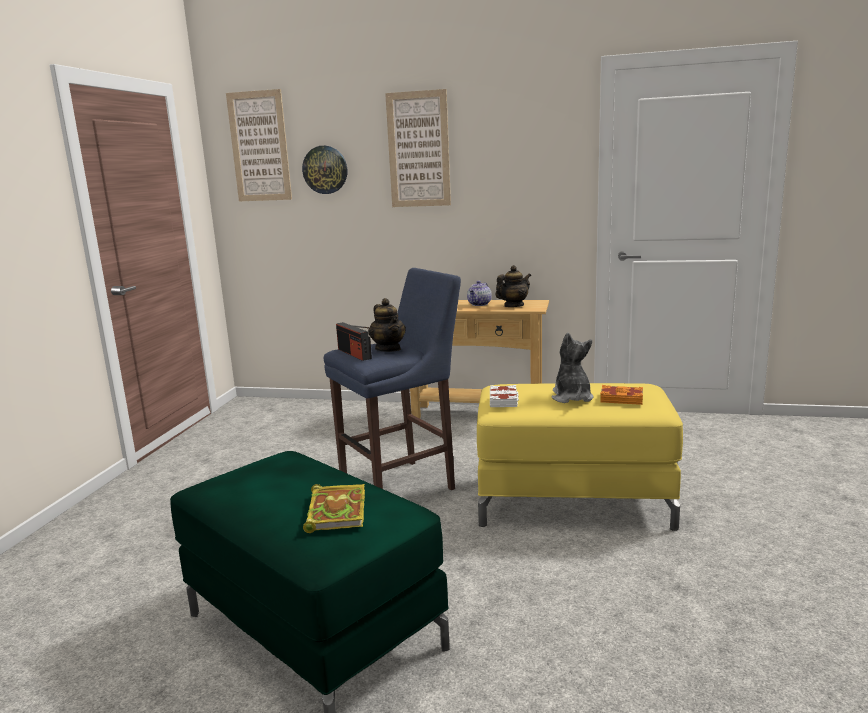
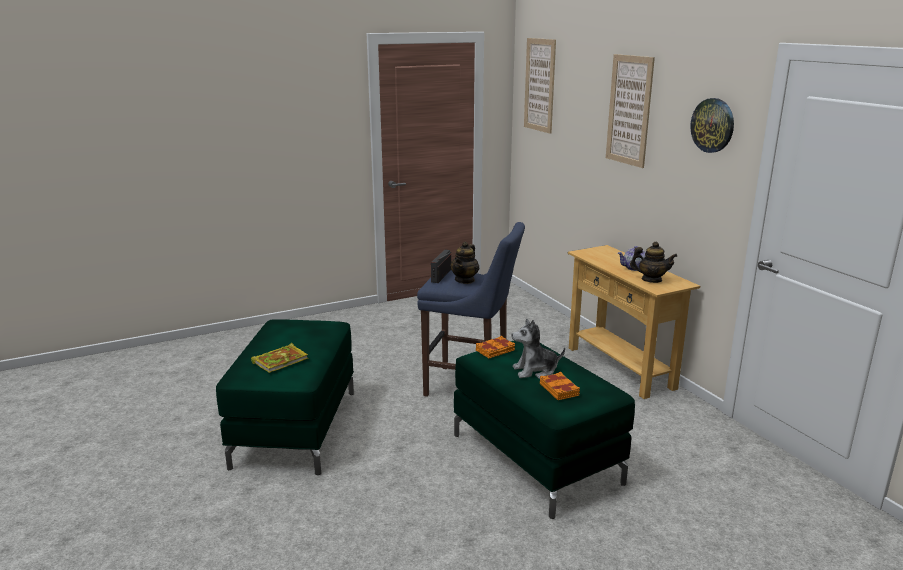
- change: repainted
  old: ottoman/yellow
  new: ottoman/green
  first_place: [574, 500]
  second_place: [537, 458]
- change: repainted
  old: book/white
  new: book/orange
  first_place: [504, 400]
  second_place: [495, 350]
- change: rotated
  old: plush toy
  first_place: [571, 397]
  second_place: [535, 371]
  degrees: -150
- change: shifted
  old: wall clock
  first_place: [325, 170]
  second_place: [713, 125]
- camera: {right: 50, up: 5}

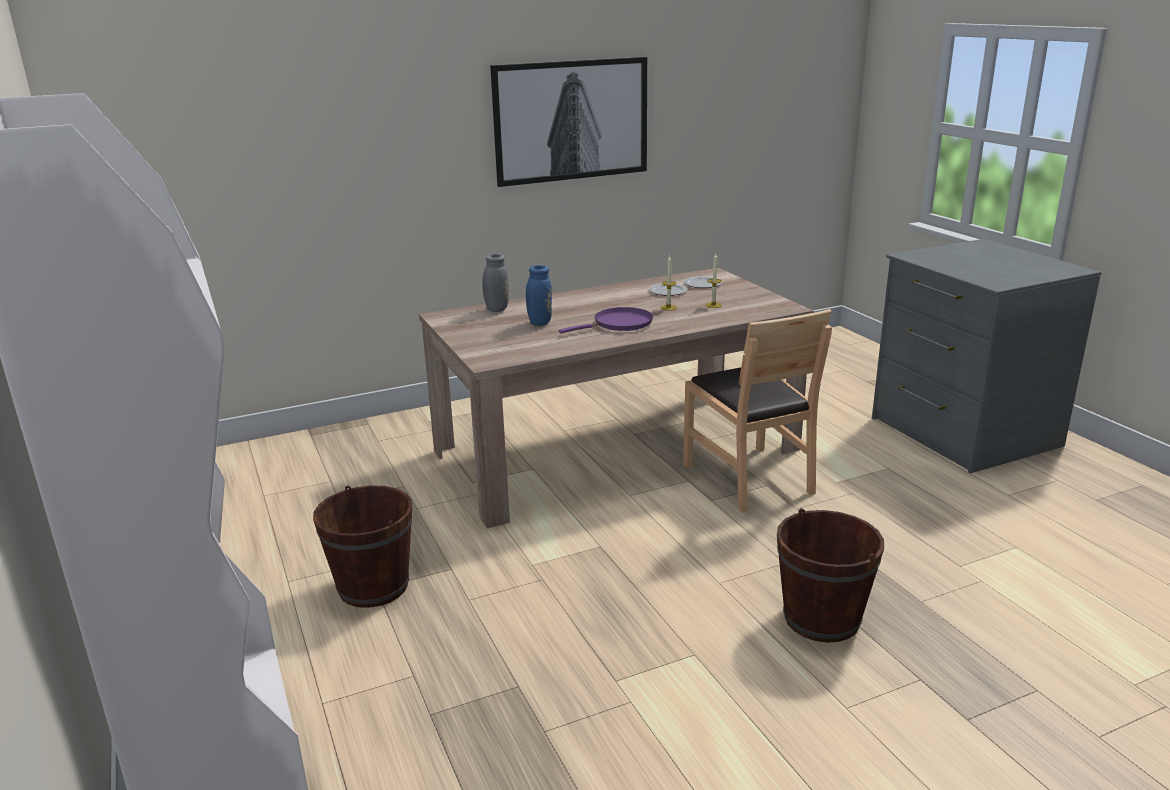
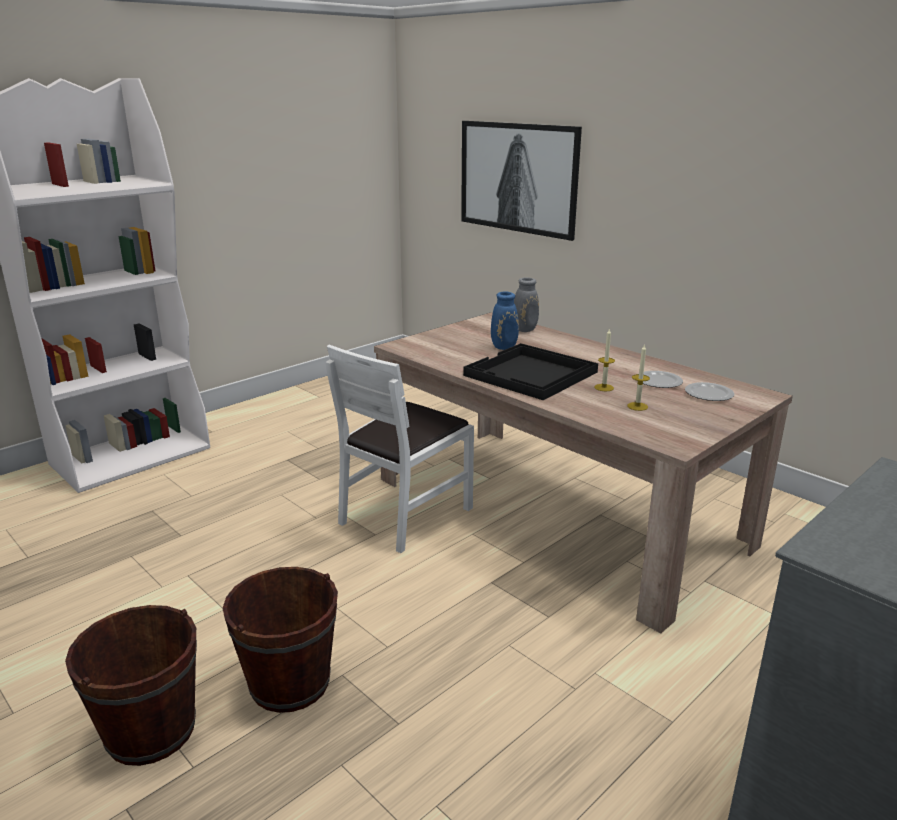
- change: shifted
  old: bucket/brown
  first_place: [373, 587]
  second_place: [151, 731]
- change: new
  new: chair/white
  second_place: [405, 514]
- change: shifted
  old: picture
  first_place: [572, 120]
  second_place: [517, 178]
- change: swapped
  old: frying pan/purple
  new: tray/black
  first_place: [619, 324]
  second_place: [531, 374]
- change: gone
  old: chair/brown
  first_place: [748, 478]
- camera: {right: 70, up: 0}

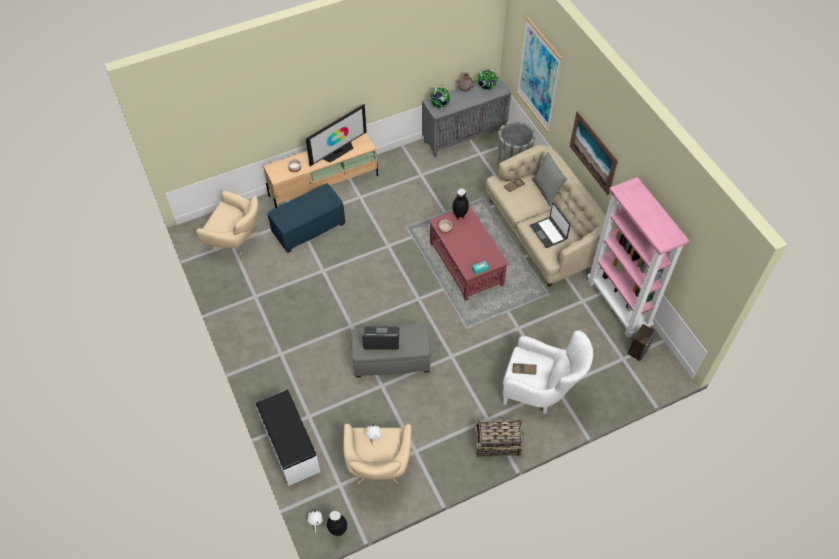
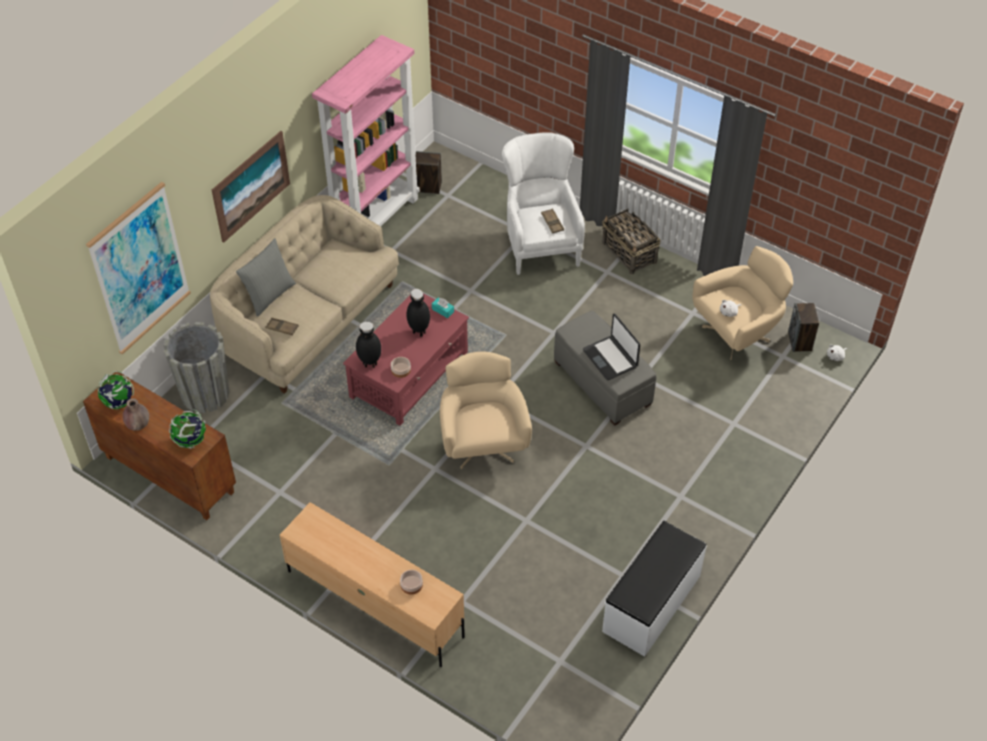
- change: repainted
  old: cabinet/grey
  new: cabinet/brown
  first_place: [464, 136]
  second_place: [168, 475]
- change: shifted
  old: vase/black
  first_place: [338, 531]
  second_place: [418, 331]
- change: shifted
  old: armchair/beige
  first_place: [237, 242]
  second_place: [483, 443]
- change: shifted
  old: bench/white
  first_place: [289, 446]
  second_place: [652, 604]
- change: new
  new: speaker
  second_place: [800, 341]
- change: gone
  old: ottoman/blue
  first_place: [308, 228]
- change: gone
  old: television
  first_place: [338, 151]
- change: gone
  old: laptop
  first_place: [548, 232]
- camera: {right: -120, up: -5}

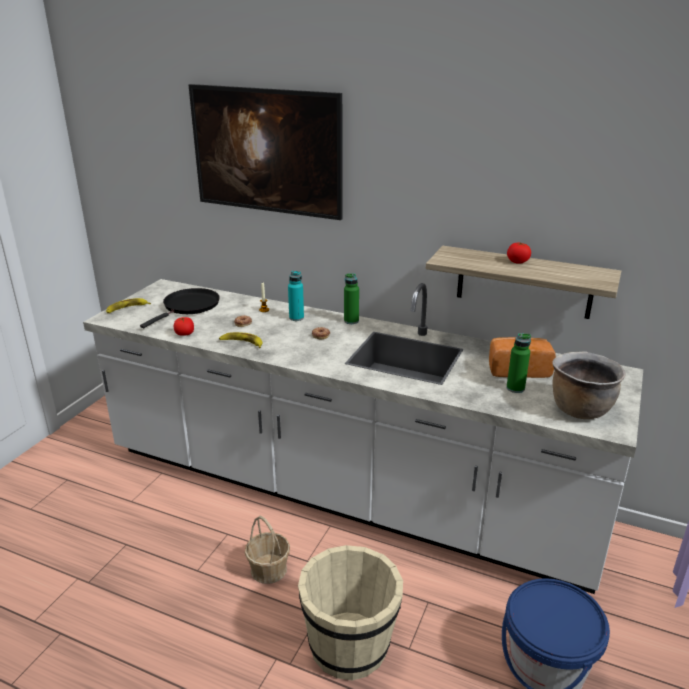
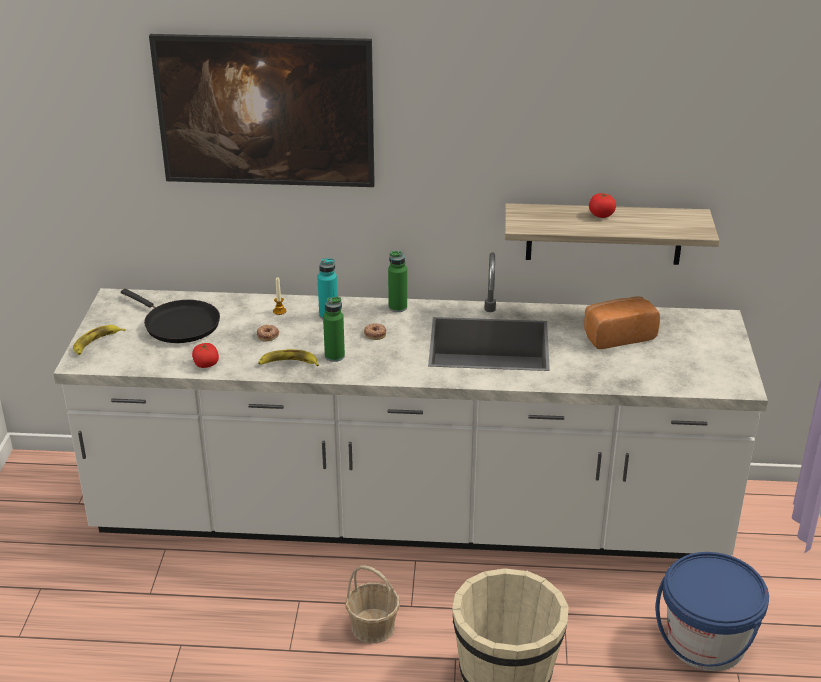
- change: rotated
  old: frying pan/black
  first_place: [189, 307]
  second_place: [178, 324]
  degrees: 120
- change: shifted
  old: bottle/green
  first_place: [515, 388]
  second_place: [334, 356]
- change: gone
  old: cooking pot/brown
  first_place: [580, 409]
- camera: {right: -20, up: 5}

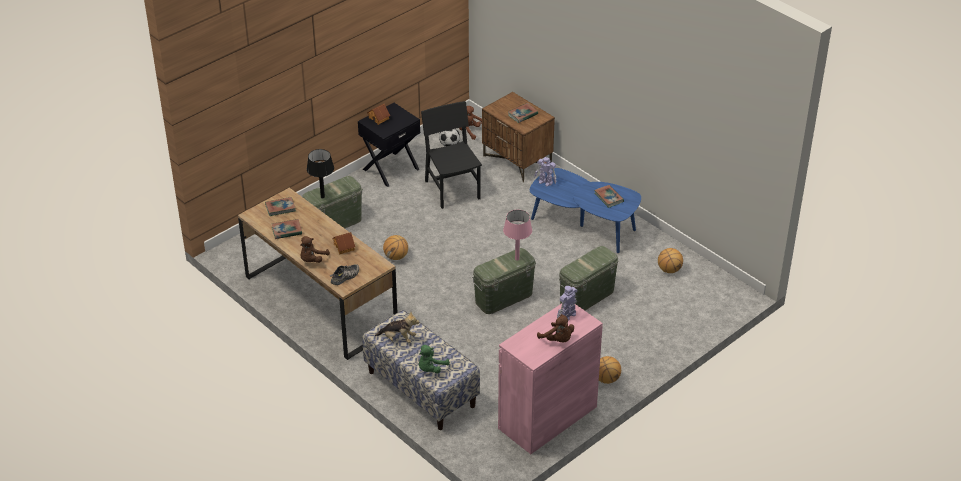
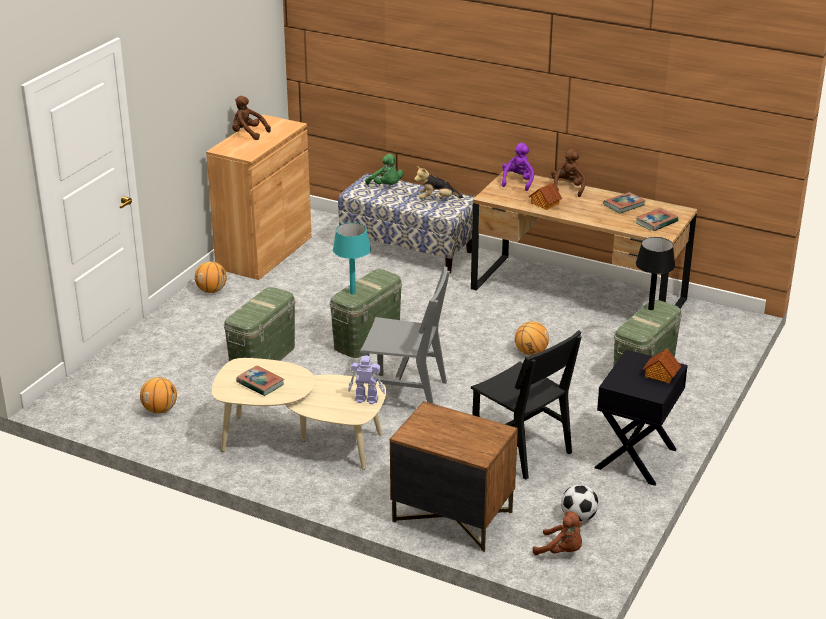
- change: repainted
  old: cabinet/pink
  new: cabinet/brown
  first_place: [547, 417]
  second_place: [264, 252]
- change: repainted
  old: coffee table/blue
  new: coffee table/beige
  first_place: [583, 225]
  second_place: [300, 441]
- change: repainted
  old: table lamp/pink
  new: table lamp/turquoise
  first_place: [517, 259]
  second_place: [353, 293]
- change: new
  new: chair/grey
  second_place: [406, 394]
- change: rotated
  old: plush toy/green
  first_place: [431, 369]
  second_place: [386, 186]
  degrees: 120
- change: swapped
  old: shoe
  new: plush toy/purple
  first_place: [345, 277]
  second_place: [518, 182]
- change: gone
  old: book
  first_place: [522, 115]
- change: gone
  old: toy robot
  first_place: [567, 315]
- camera: {right: 160, up: -10}

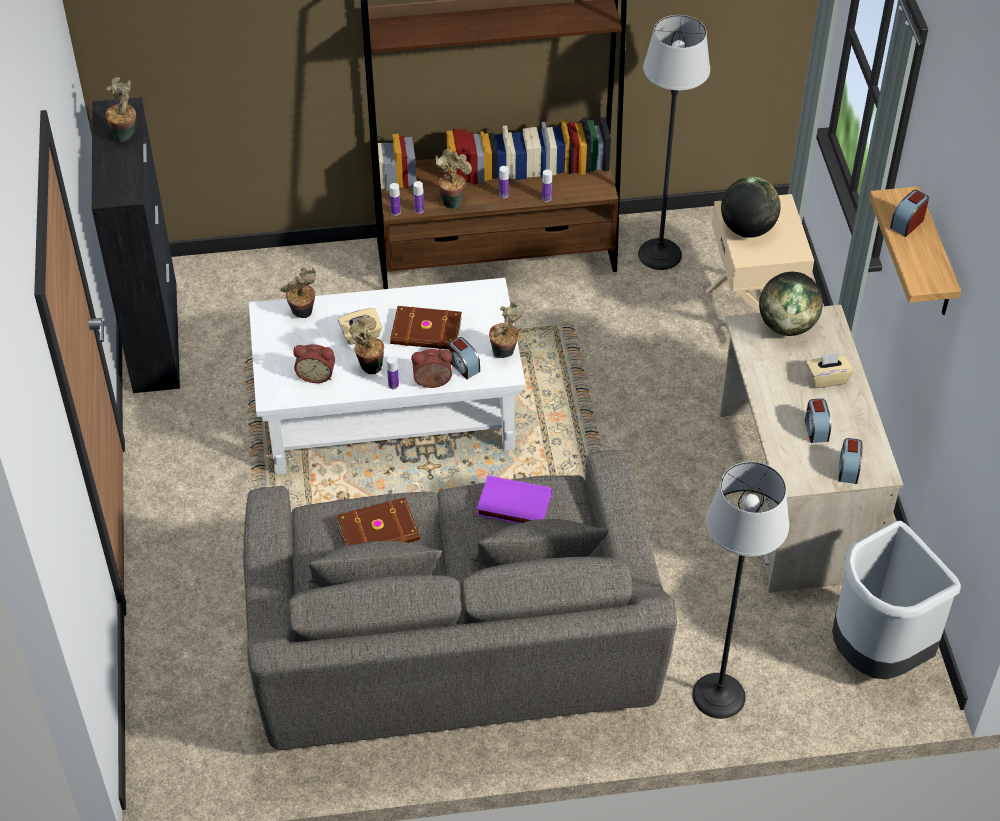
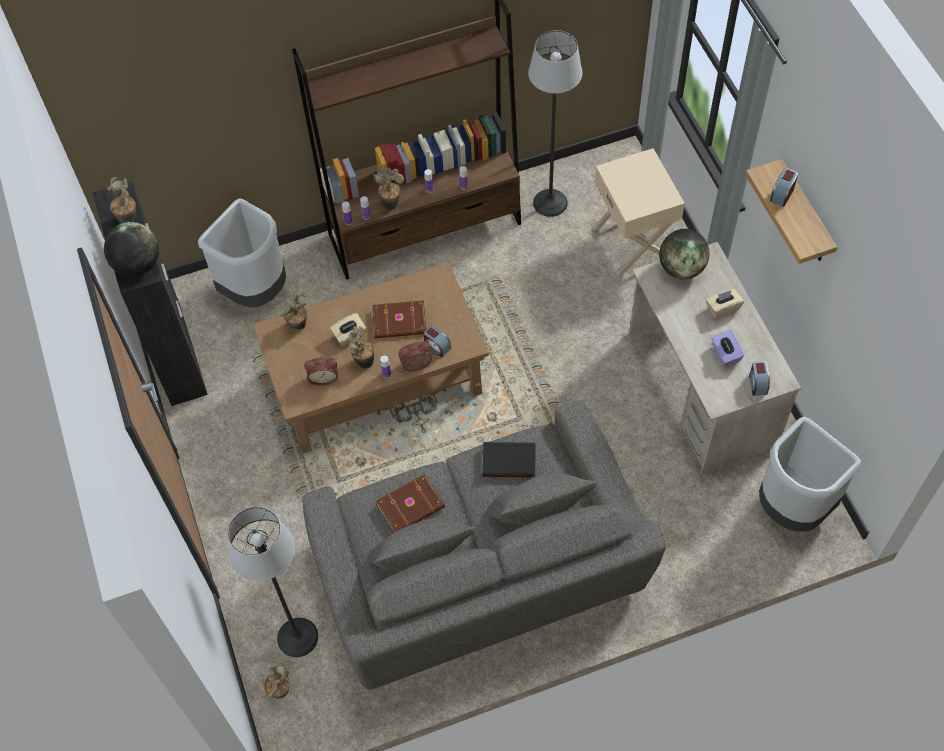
- change: shifted
  old: globe
  first_place: [747, 229]
  second_place: [138, 265]
- change: new
  new: trash can/grey
  second_place: [256, 291]
- change: shifted
  old: floor lamp
  first_place: [718, 695]
  second_place: [297, 637]
- change: repainted
  old: coffee table/white
  new: coffee table/brown
  first_place: [388, 411]
  second_place: [376, 381]
- change: shifted
  old: potted plant
  first_place: [504, 354]
  second_place: [281, 692]
- change: repainted
  old: book/purple
  new: book/black
  first_place: [513, 506]
  second_place: [508, 462]
- change: swapped
  old: alarm clock
  new: tissue box/purple
  first_place: [816, 429]
  second_place: [725, 354]
- camera: {right: -10, up: 10}

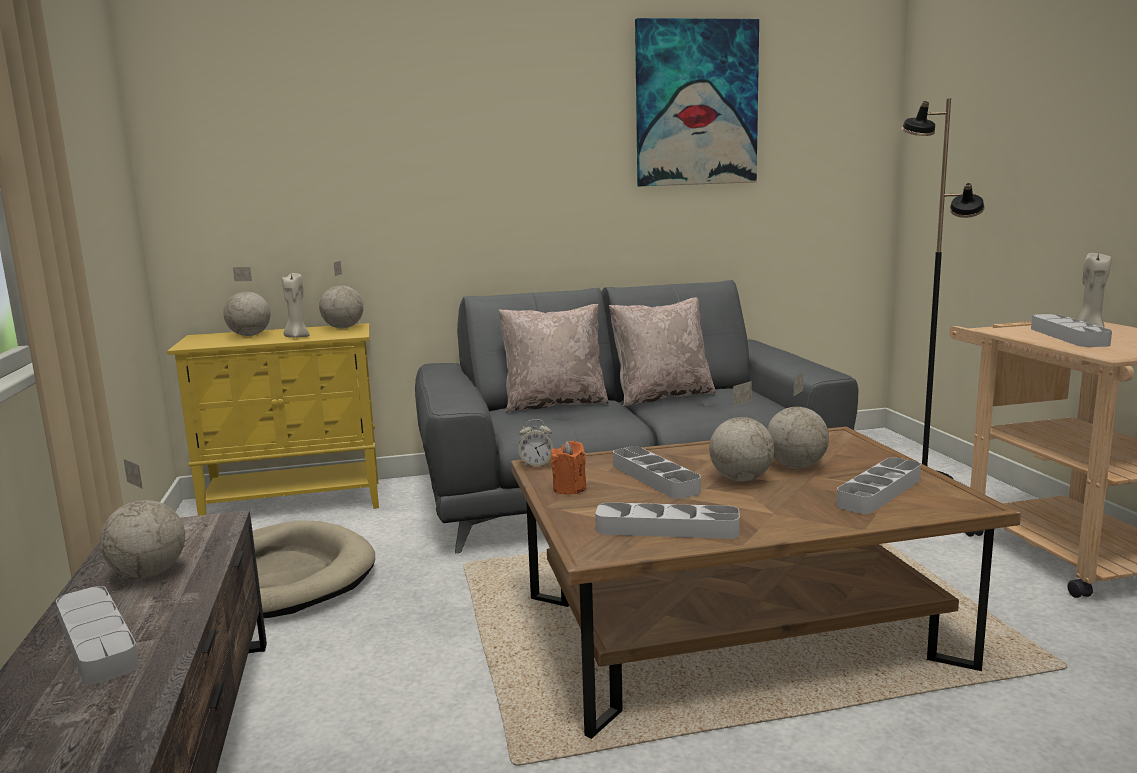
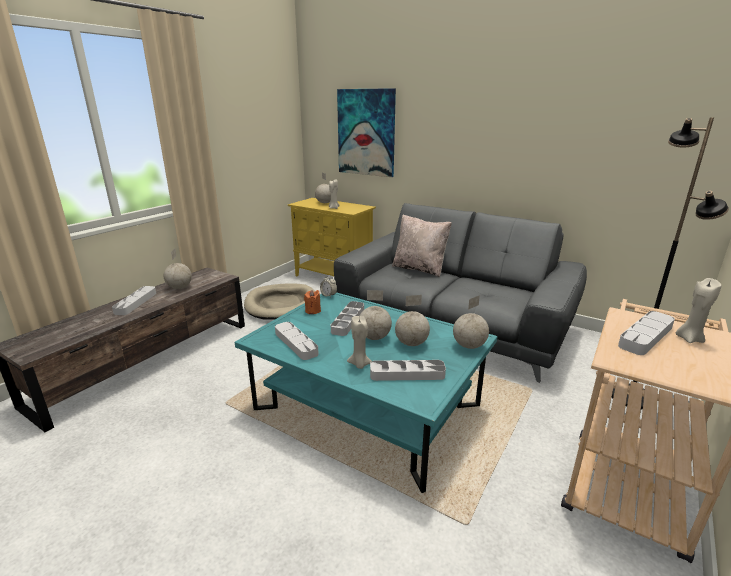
- change: repainted
  old: coffee table/brown
  new: coffee table/turquoise
  first_place: [735, 631]
  second_place: [367, 408]
- change: shifted
  old: picture
  first_place: [696, 103]
  second_place: [366, 133]
- change: new
  new: candle/beige
  second_place: [359, 364]
- change: shifted
  old: globe
  first_place: [344, 328]
  second_place: [469, 346]
- change: gone
  old: pillow/beige
  first_place: [662, 396]
- camera: {right: 45, up: 10}

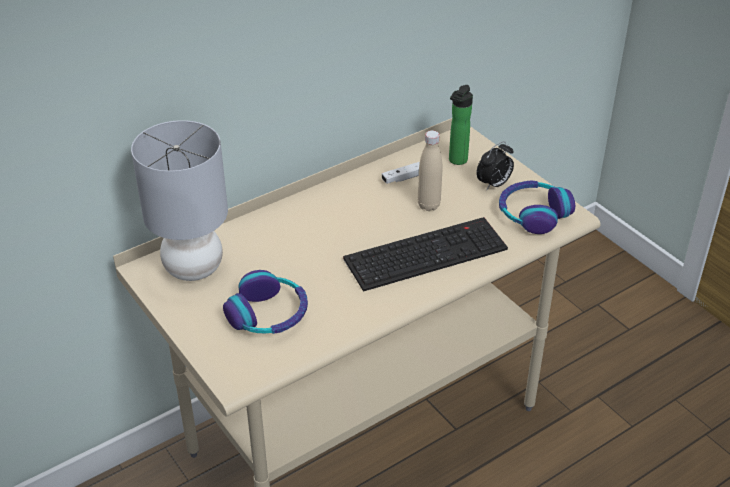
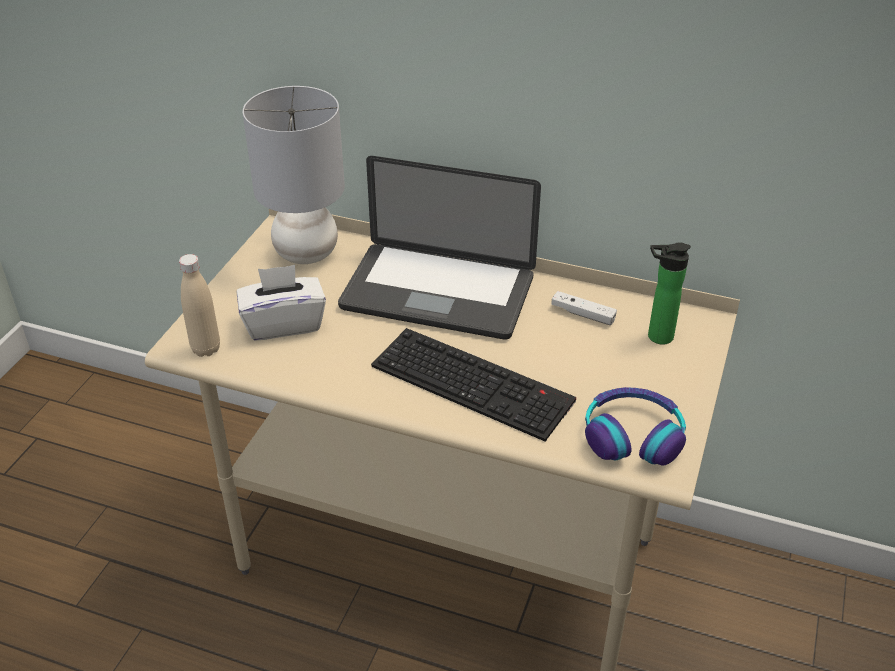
- change: shifted
  old: bottle/beige
  first_place: [428, 205]
  second_place: [206, 349]
- change: swapped
  old: headphones
  new: tissue box/white
  first_place: [268, 315]
  second_place: [283, 323]
- change: new
  new: laptop
  second_place: [438, 293]
- change: gone
  old: alarm clock
  first_place: [494, 185]
- camera: {right: 55, up: 0}

